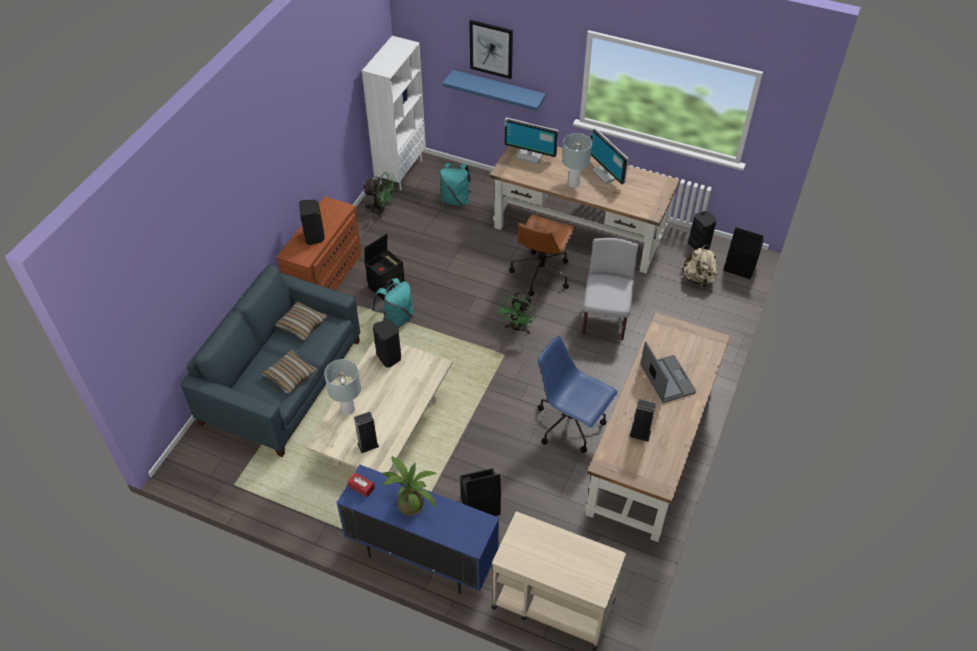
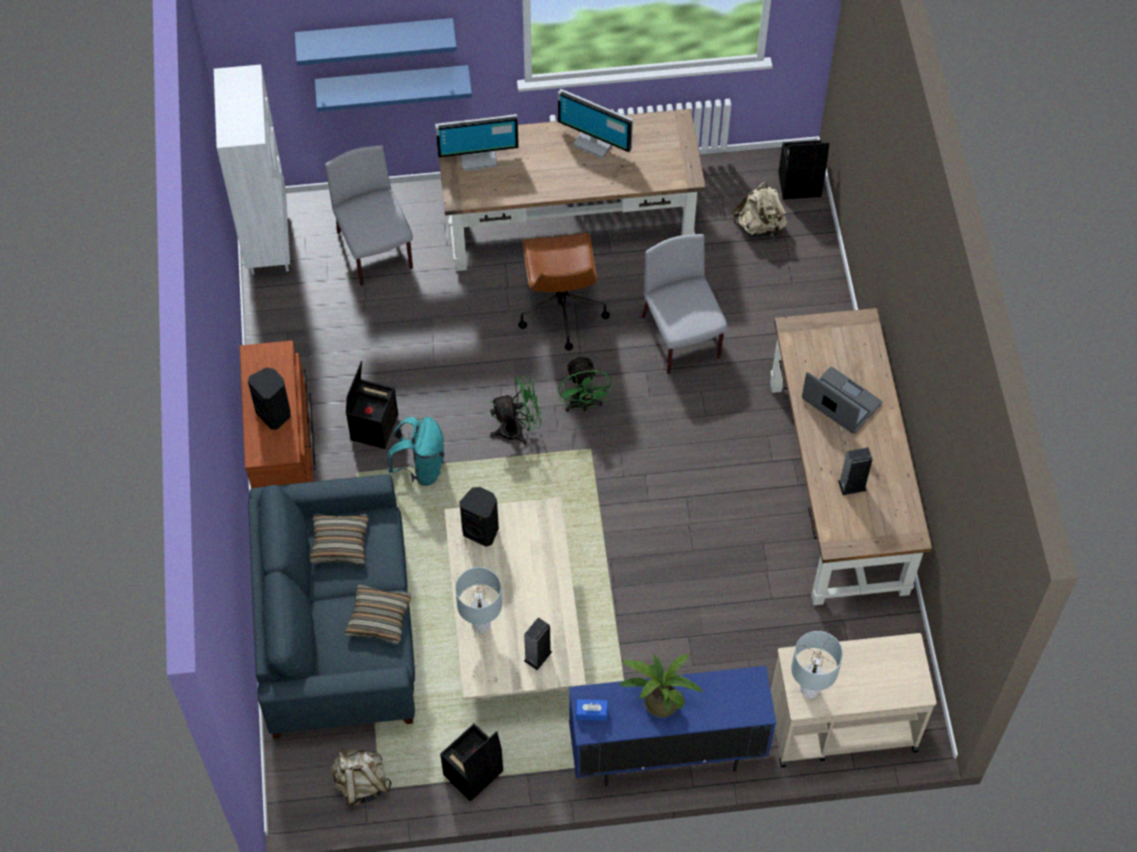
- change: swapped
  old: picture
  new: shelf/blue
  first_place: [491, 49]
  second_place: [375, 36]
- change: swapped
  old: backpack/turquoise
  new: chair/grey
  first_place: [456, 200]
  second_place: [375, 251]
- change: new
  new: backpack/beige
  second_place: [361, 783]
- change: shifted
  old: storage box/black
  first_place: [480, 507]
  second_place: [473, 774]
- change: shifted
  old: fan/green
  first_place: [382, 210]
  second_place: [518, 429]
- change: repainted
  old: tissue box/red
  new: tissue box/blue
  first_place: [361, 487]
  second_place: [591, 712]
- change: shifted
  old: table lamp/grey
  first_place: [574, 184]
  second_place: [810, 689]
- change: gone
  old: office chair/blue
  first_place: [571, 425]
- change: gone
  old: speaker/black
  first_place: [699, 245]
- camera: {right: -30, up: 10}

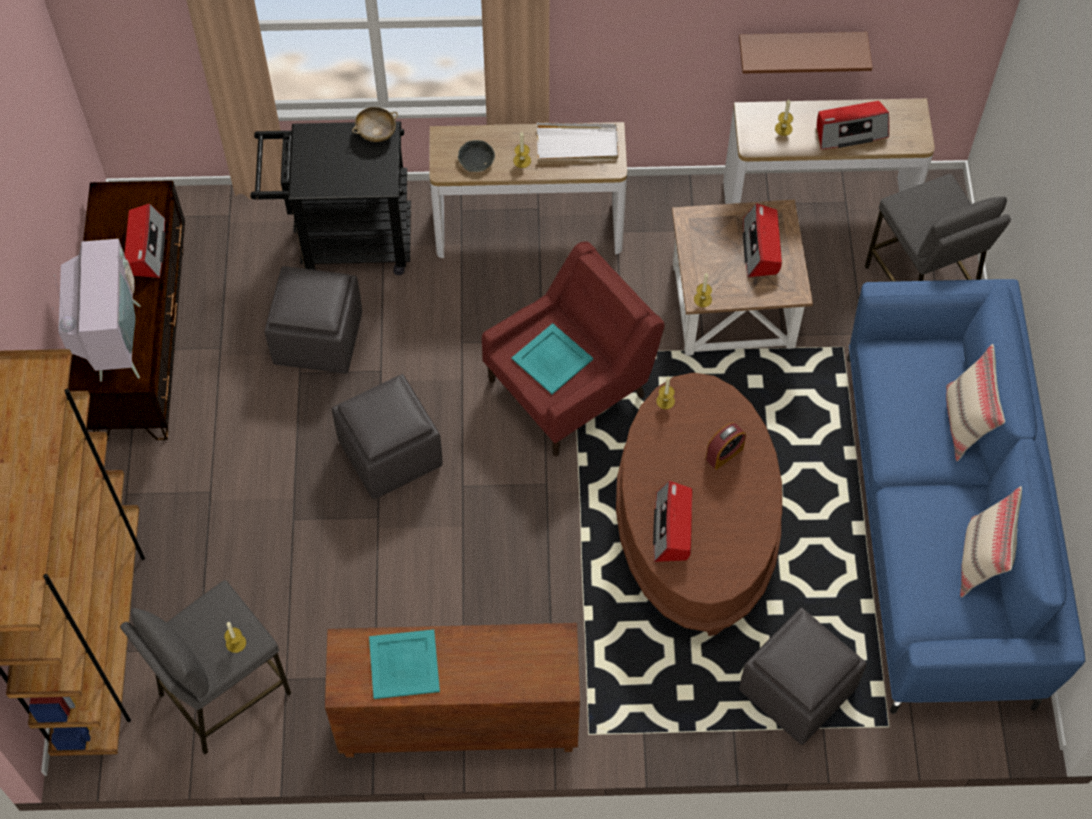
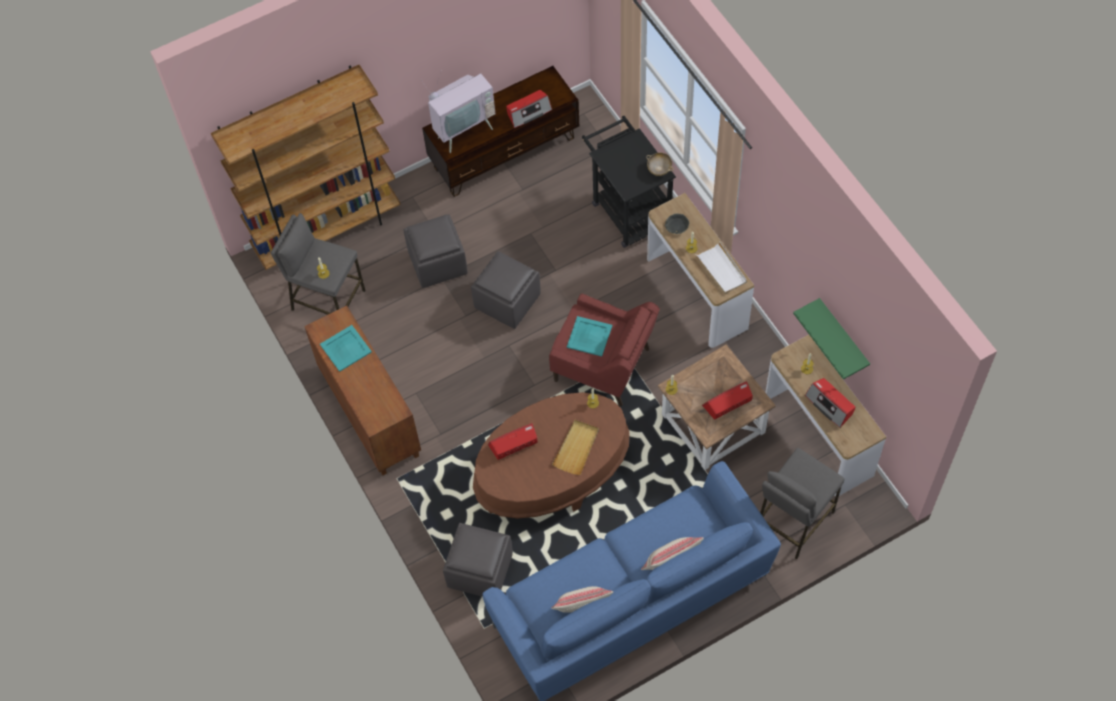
- change: shifted
  old: ottoman/grey
  first_place: [319, 338]
  second_place: [438, 263]
- change: swapped
  old: alarm clock
  new: tray/beige
  first_place: [724, 453]
  second_place: [576, 448]
- change: repainted
  old: shelf/brown
  new: shelf/green
  first_place: [800, 47]
  second_place: [843, 337]
- camera: {right: 65, up: 0}

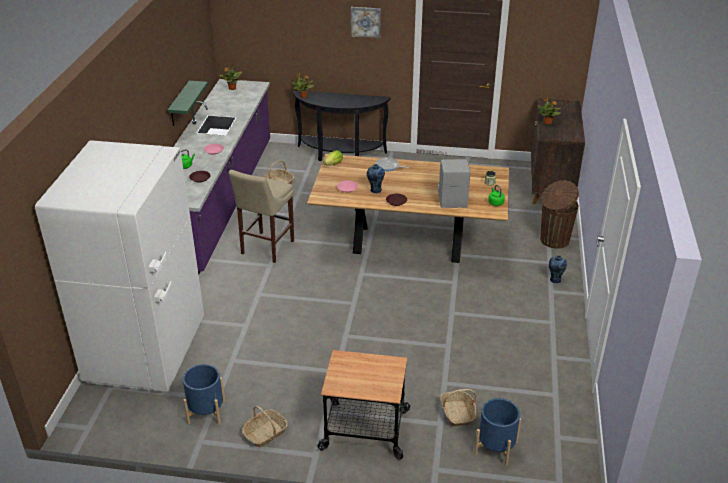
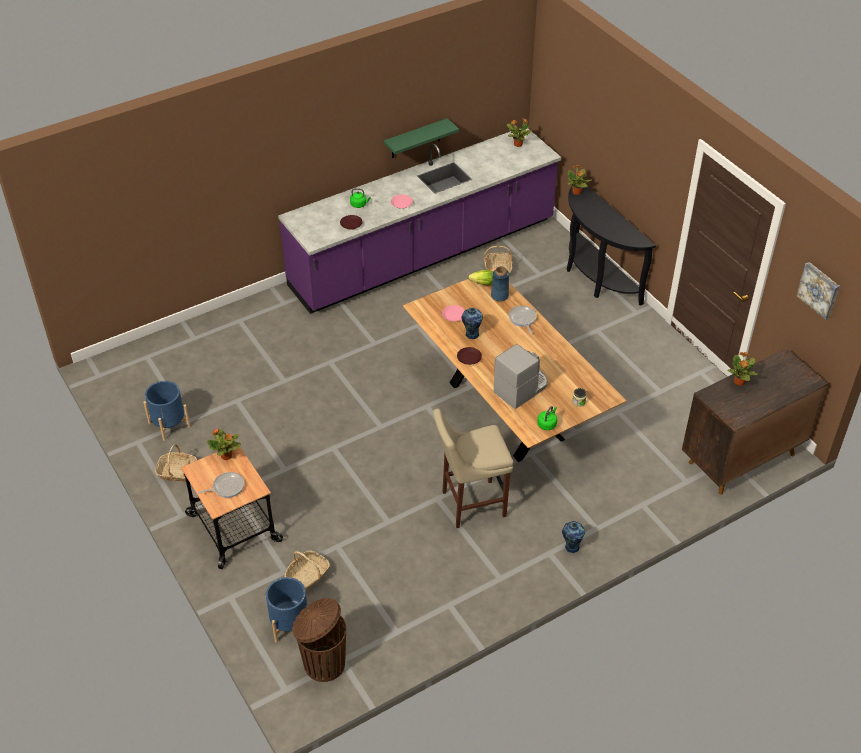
- change: new
  new: frying pan
  second_place: [226, 487]
- change: new
  new: potted plant
  second_place: [226, 456]
- change: shifted
  old: trash can/brown
  first_place: [553, 240]
  second_place: [323, 663]
- change: shifted
  old: stool/beige
  first_place: [266, 248]
  second_place: [470, 504]
- change: new
  new: vase/blue
  second_place: [499, 296]
- change: shifted
  old: picture
  first_place: [365, 22]
  second_place: [819, 290]
- change: gone
  old: fridge/white
  first_place: [147, 351]
- camera: {right: 50, up: 10}

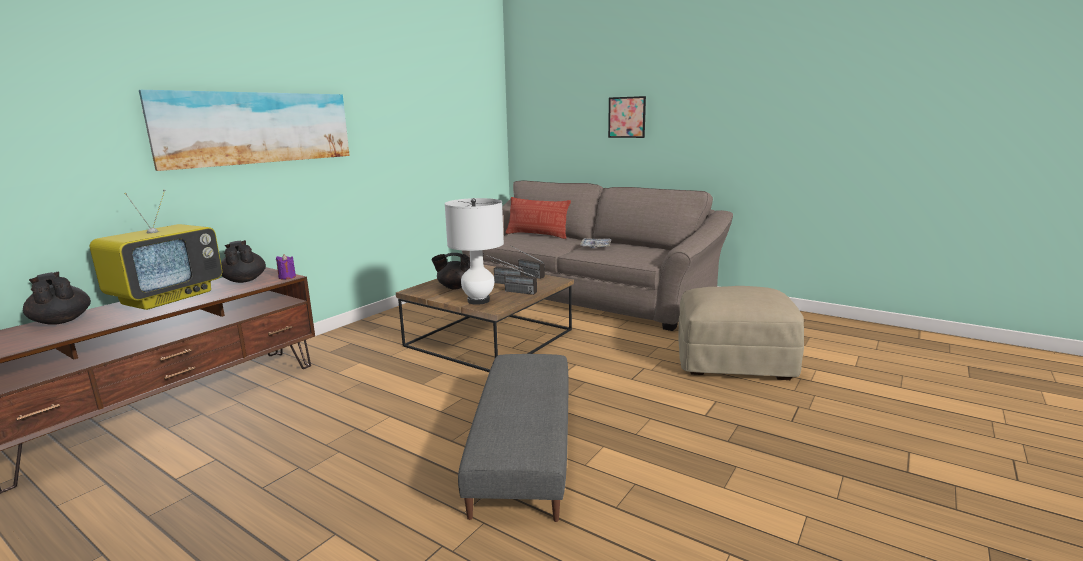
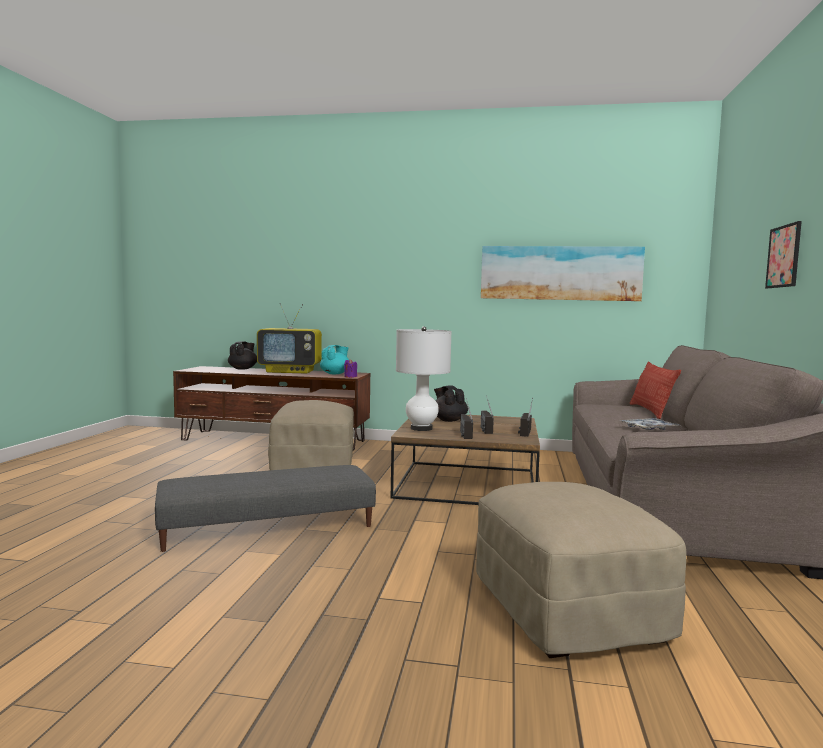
- change: new
  new: ottoman/beige
  second_place: [314, 465]
- change: repainted
  old: teapot/black
  new: teapot/turquoise
  first_place: [244, 280]
  second_place: [335, 374]
- change: shifted
  old: picture
  first_place: [257, 128]
  second_place: [559, 273]
- camera: {right: 65, up: -10}

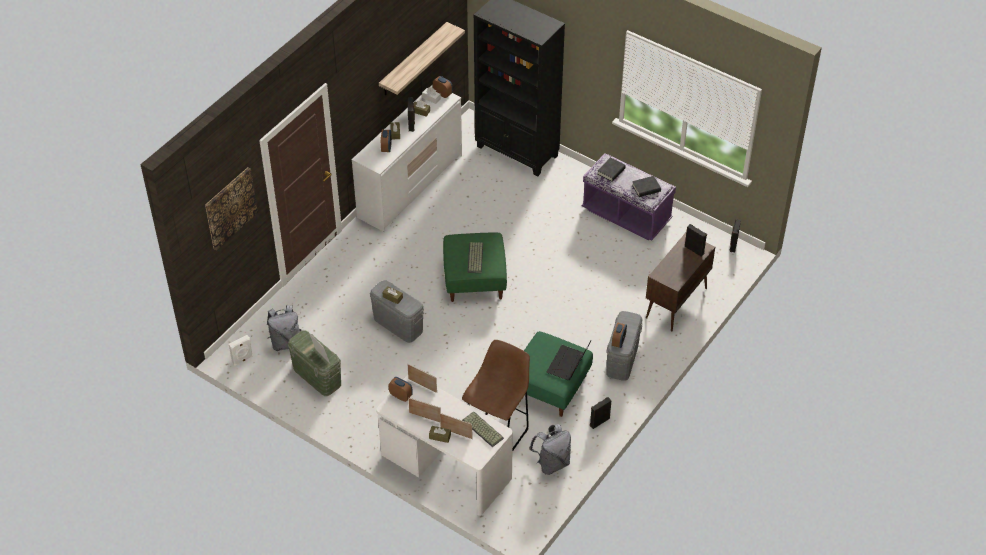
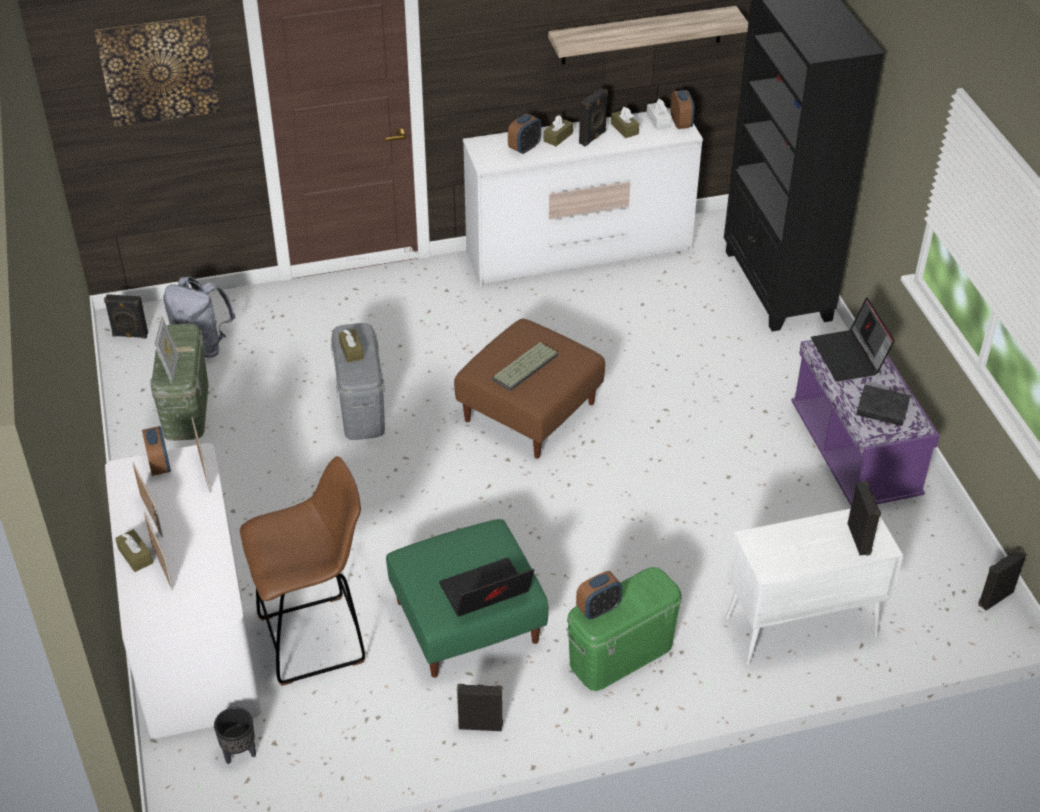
- change: repainted
  old: speaker/white
  new: speaker/black
  first_place: [242, 360]
  second_place: [130, 335]
- change: new
  new: planter/black
  second_place: [239, 753]
- change: repainted
  old: ottoman/green
  new: ottoman/brown
  first_place: [475, 279]
  second_place: [530, 412]
- change: repainted
  old: storage box/grey
  new: storage box/green
  first_place: [622, 359]
  second_place: [621, 654]
- change: repainted
  old: cabinet/brown
  new: cabinet/white
  first_place: [676, 303]
  second_place: [799, 627]
- change: swapped
  old: book/black
  new: laptop
  first_place: [611, 171]
  second_place: [849, 357]
- change: gone
  old: keyboard
  first_place: [482, 429]
- change: gone
  old: backpack/grey
  first_place: [552, 463]
- camera: {right: 40, up: -5}

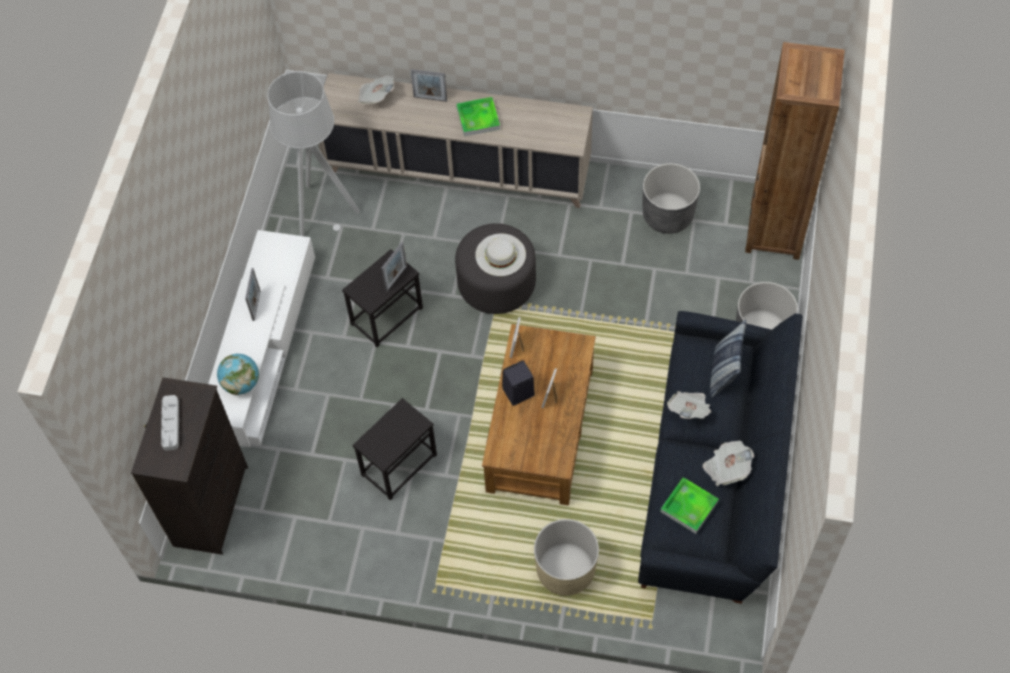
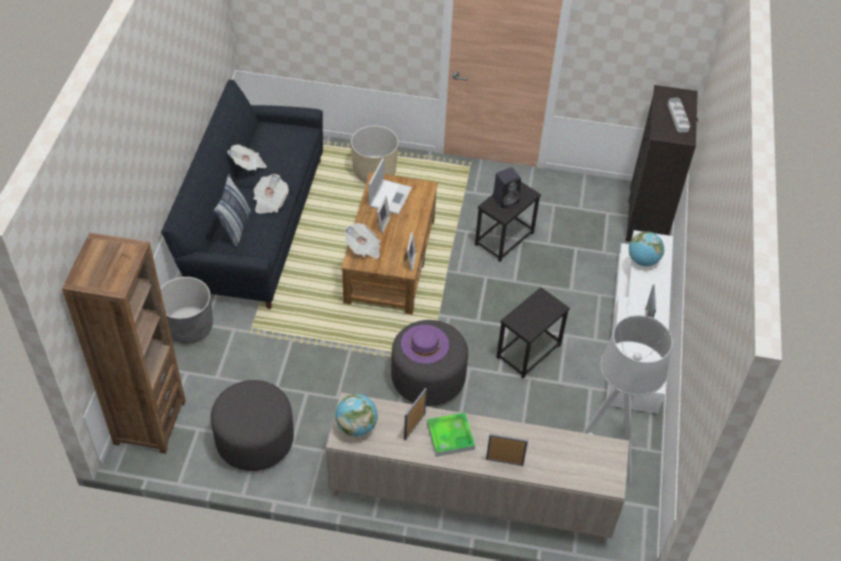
- change: swapped
  old: planter/grey
  new: ottoman/grey
  first_place: [667, 215]
  second_place: [254, 440]
- change: new
  new: globe
  second_place: [356, 426]
- change: shifted
  old: newspaper
  first_place: [376, 96]
  second_place: [363, 248]
- change: new
  new: laptop
  second_place: [390, 196]
- change: repainted
  old: hat/white
  new: hat/purple
  first_place: [500, 255]
  second_place: [425, 344]
- change: shifted
  old: picture frame
  first_place: [396, 278]
  second_place: [414, 426]
- change: shifted
  old: speaker/black
  first_place: [517, 393]
  second_place: [506, 199]
- change: gone
  old: tray
  first_place: [689, 507]
- camera: {right: 175, up: -10}

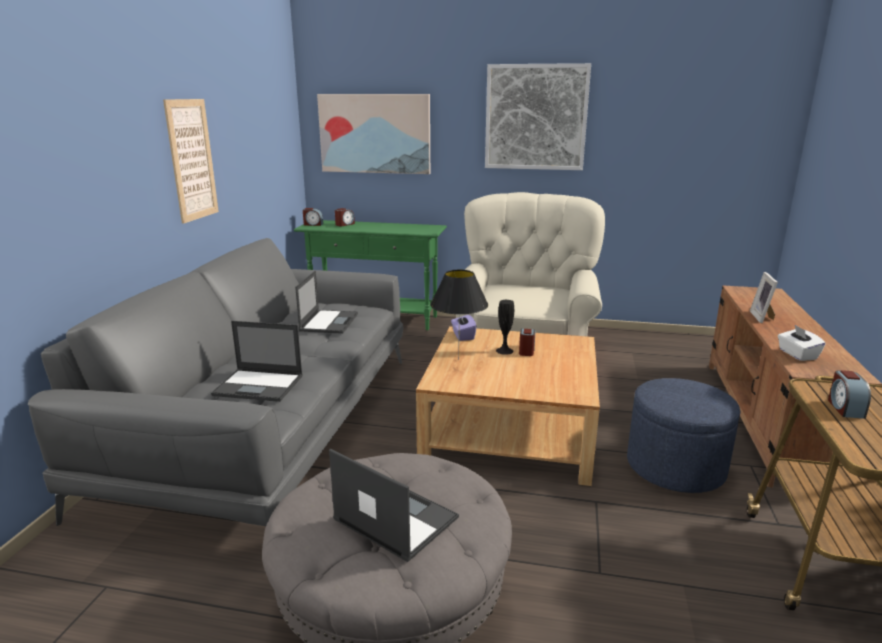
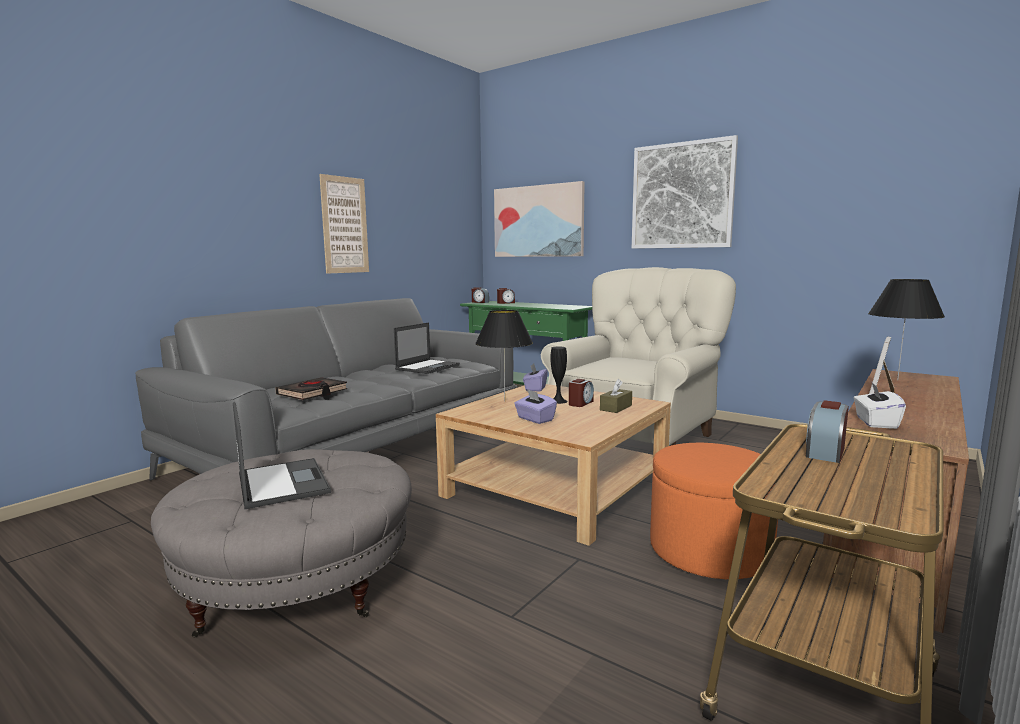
- change: swapped
  old: laptop
  new: book/black
  first_place: [260, 385]
  second_place: [312, 393]
- change: new
  new: tissue box/purple
  second_place: [535, 419]
- change: new
  new: tissue box/brown
  second_place: [616, 407]
- change: repainted
  old: ottoman/blue
  new: ottoman/orange
  first_place: [675, 466]
  second_place: [710, 550]
- change: new
  new: table lamp/black
  second_place: [897, 380]
- camera: {right: 25, up: -10}

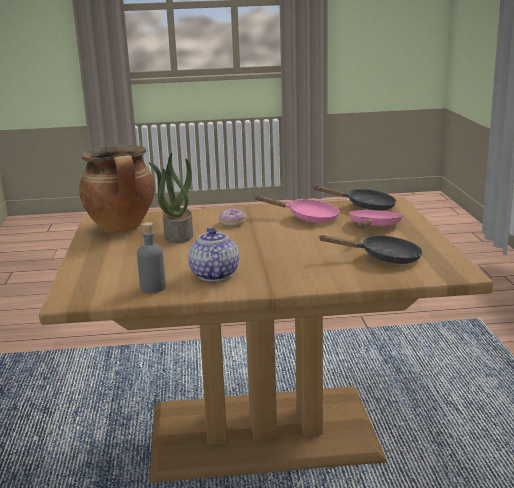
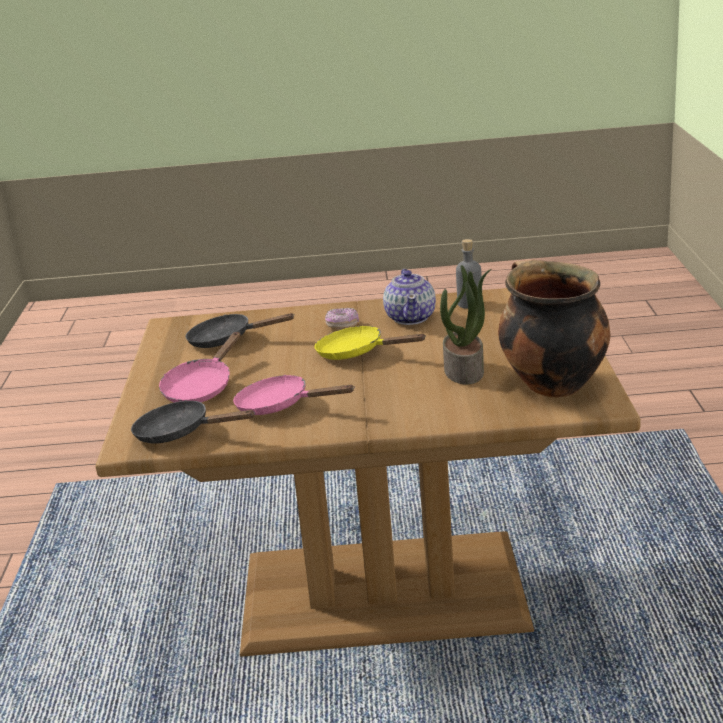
- change: new
  new: frying pan/yellow
  second_place: [357, 353]
- change: shifted
  old: donut
  first_place: [232, 223]
  second_place: [342, 326]
- camera: {right: -175, up: 5}

